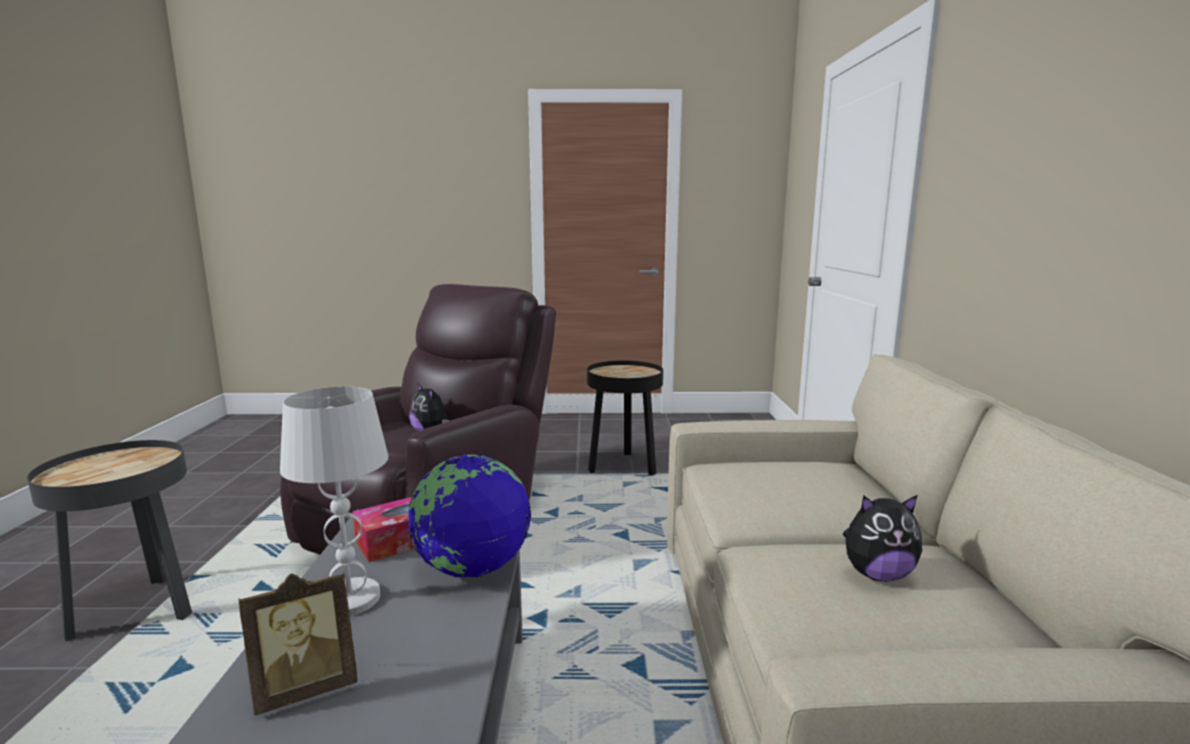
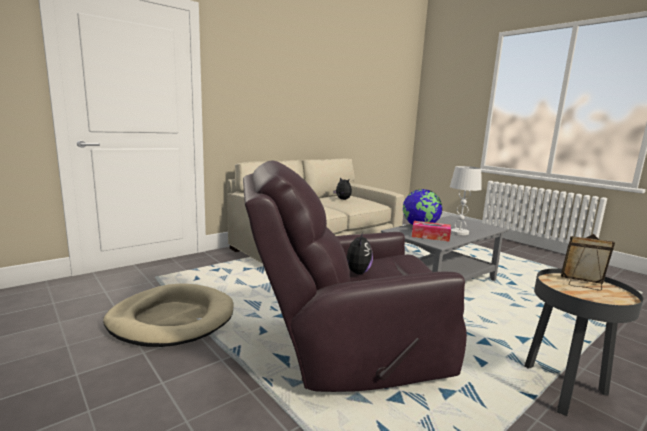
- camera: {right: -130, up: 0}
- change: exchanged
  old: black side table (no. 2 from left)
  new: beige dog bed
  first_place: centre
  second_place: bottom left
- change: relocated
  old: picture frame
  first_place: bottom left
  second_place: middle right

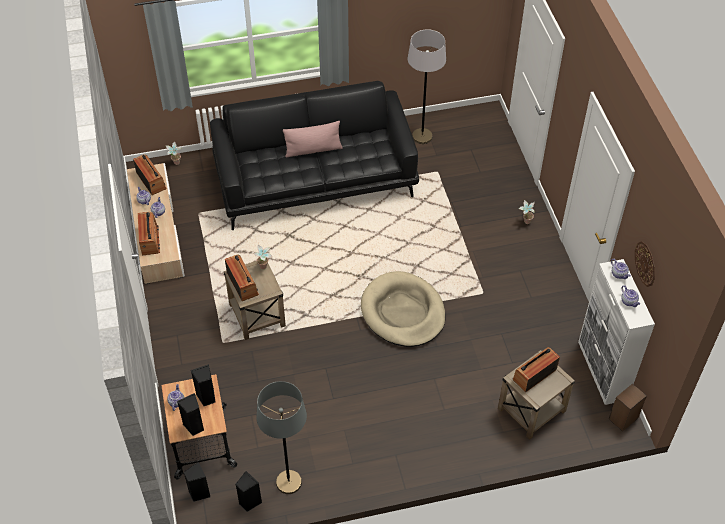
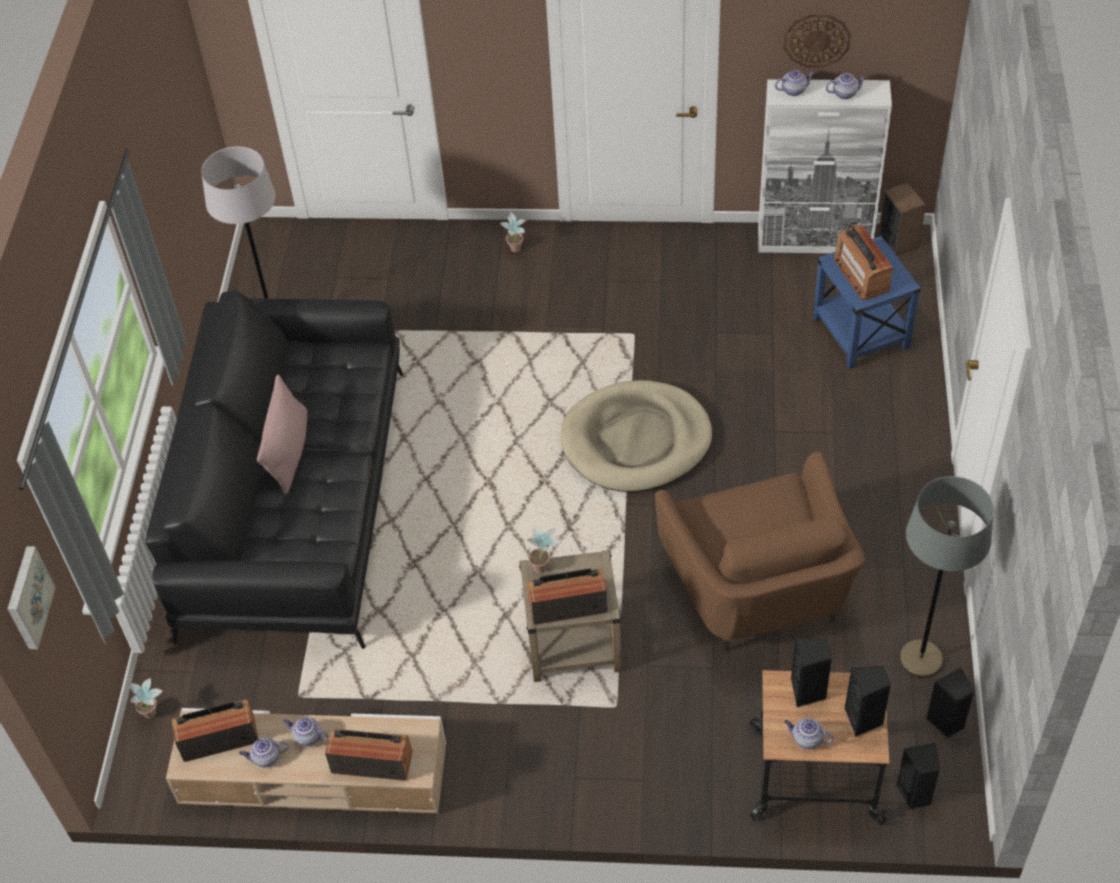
- camera: {right: -70, up: 0}
- change: colour
  old: beige side table (no. 2 from left)
  new: blue side table
  first_place: bottom right
  second_place: middle right
- change: appeared
  new: brown armchair
  second_place: middle right
- change: appeared
  new: picture
  second_place: bottom left

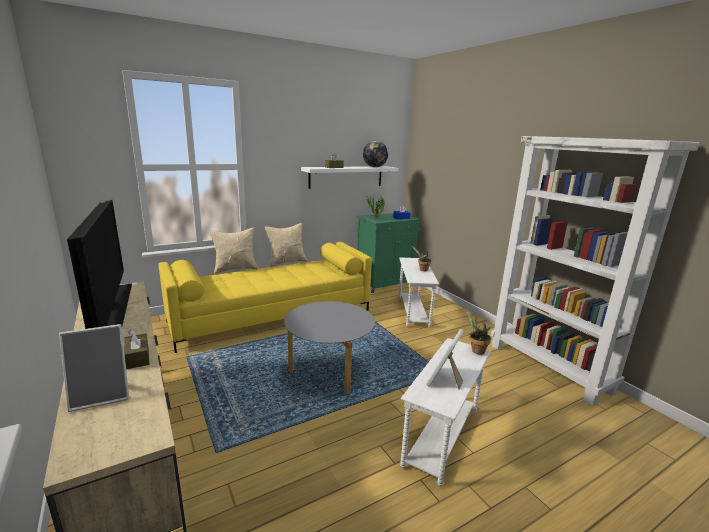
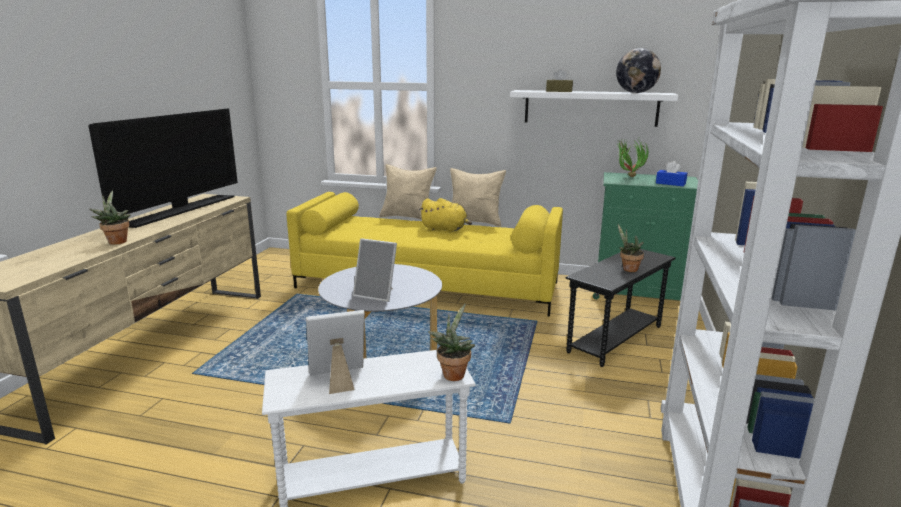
- camera: {right: 45, up: 0}
- change: colour
  old: white side table (no. 1 from left)
  new: black side table
  first_place: centre
  second_place: middle right
- change: relocated
  old: picture frame (no. 1 from left in the first image)
  new: picture frame (no. 2 from left)
  first_place: bottom left
  second_place: centre
- change: exchanged
  old: brown tissue box (no. 1 from left)
  new: potted plant (no. 1 from left)
  first_place: middle left
  second_place: middle left
- change: appeared
  new: yellow plush toy
  second_place: centre

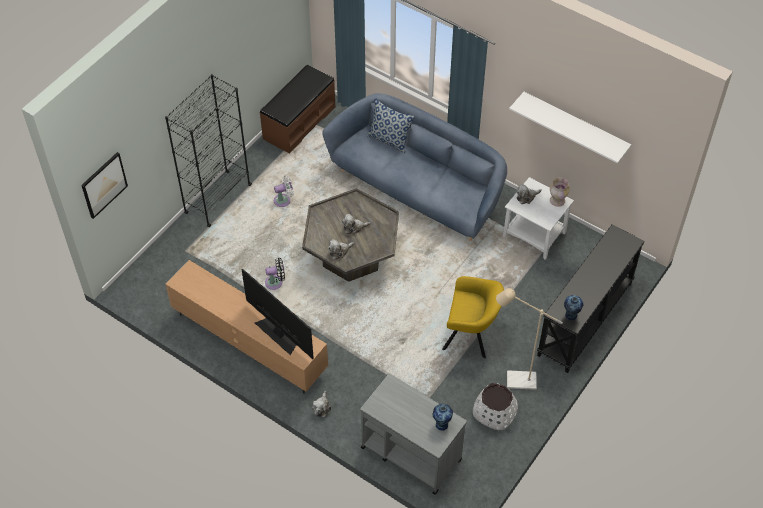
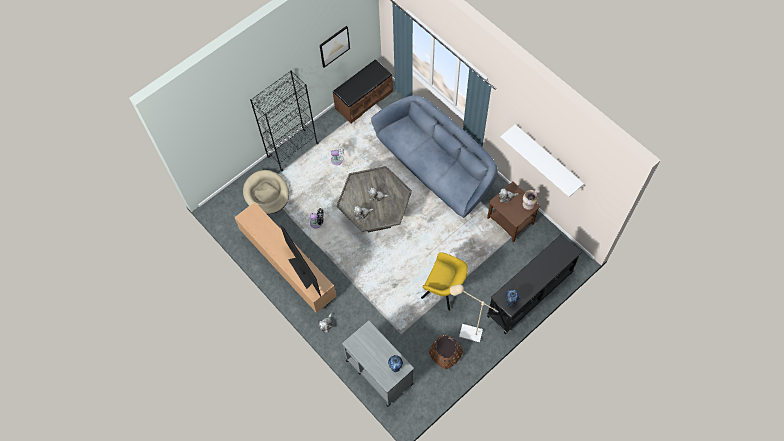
- camera: {right: 15, up: 10}
- change: missing
  old: pillow
  first_place: top centre
- change: relocated
  old: picture
  first_place: middle left
  second_place: top centre
- change: colour
  old: white side table
  new: brown side table
  first_place: middle right
  second_place: centre
- change: colour
  old: white planter
  new: brown planter
  first_place: bottom centre
  second_place: bottom centre
- change: appeared
  new: beige dog bed
  second_place: centre

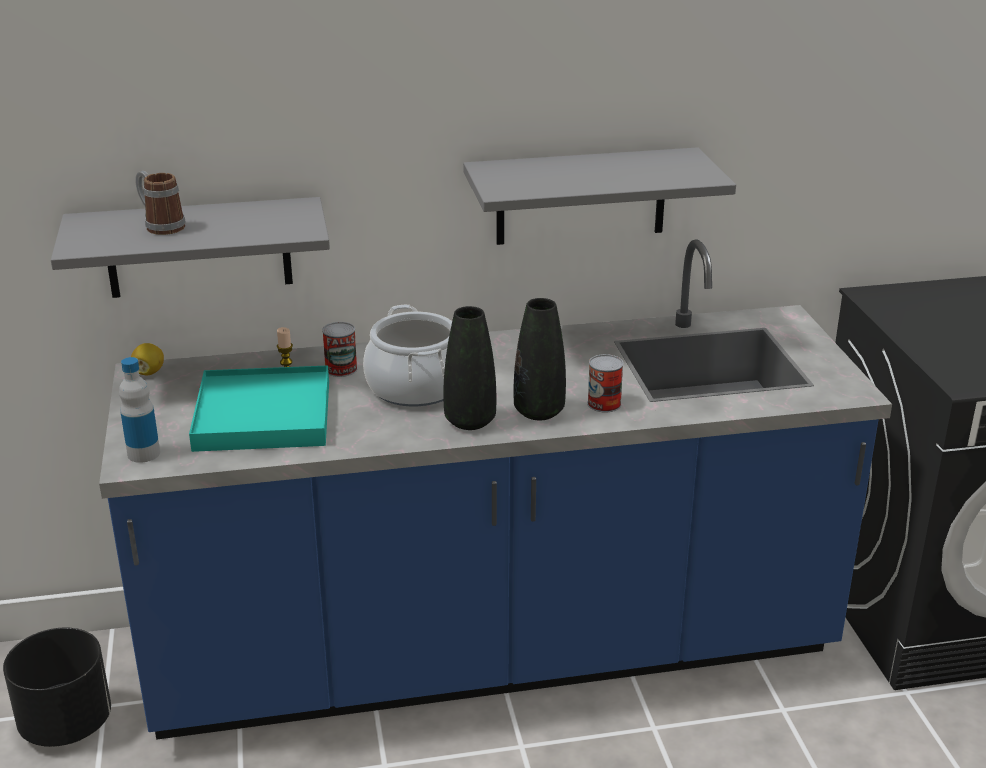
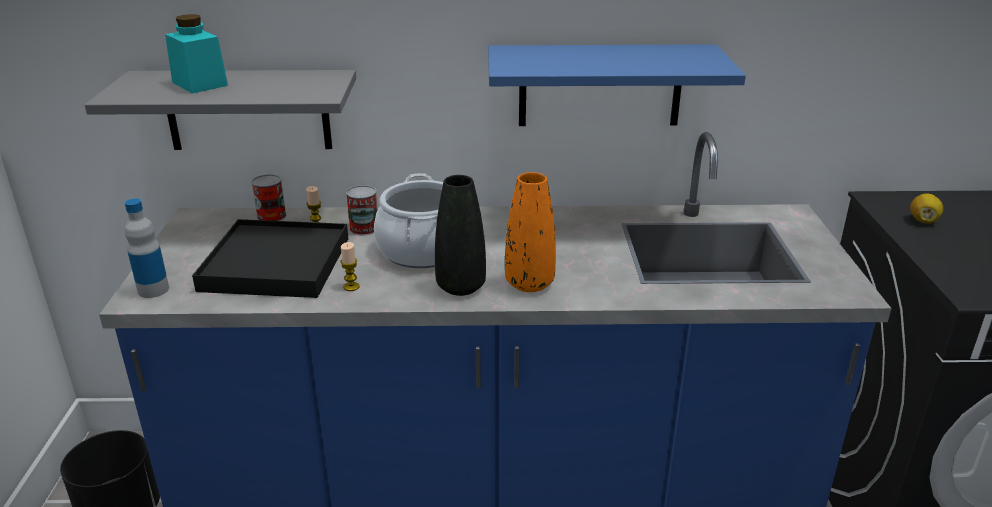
- camera: {right: 10, up: 0}
- change: colour
  old: grey shelf (no. 2 from left)
  new: blue shelf
  first_place: top centre
  second_place: top centre
- change: exchanged
  old: mug
  new: turquoise jar
  first_place: top left
  second_place: top left
- change: colour
  old: black vase (no. 2 from left)
  new: orange vase
  first_place: centre
  second_place: centre
- change: relocated
  old: lemon
  first_place: middle left
  second_place: middle right
- change: relocated
  old: can (no. 2 from left in the first image)
  new: can (no. 1 from left)
  first_place: centre
  second_place: middle left
- change: colour
  old: turquoise tray
  new: black tray
  first_place: middle left
  second_place: middle left
- change: appeared
  new: candle (no. 2 from left)
  second_place: centre

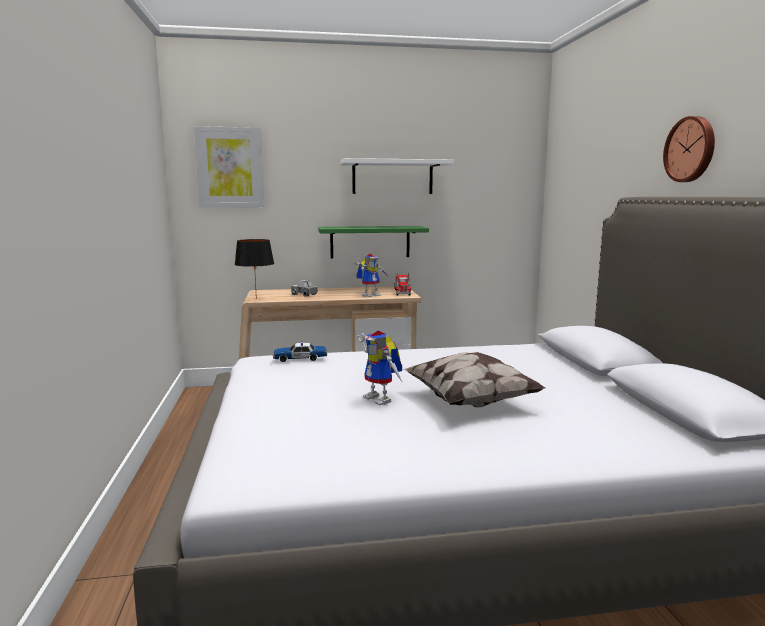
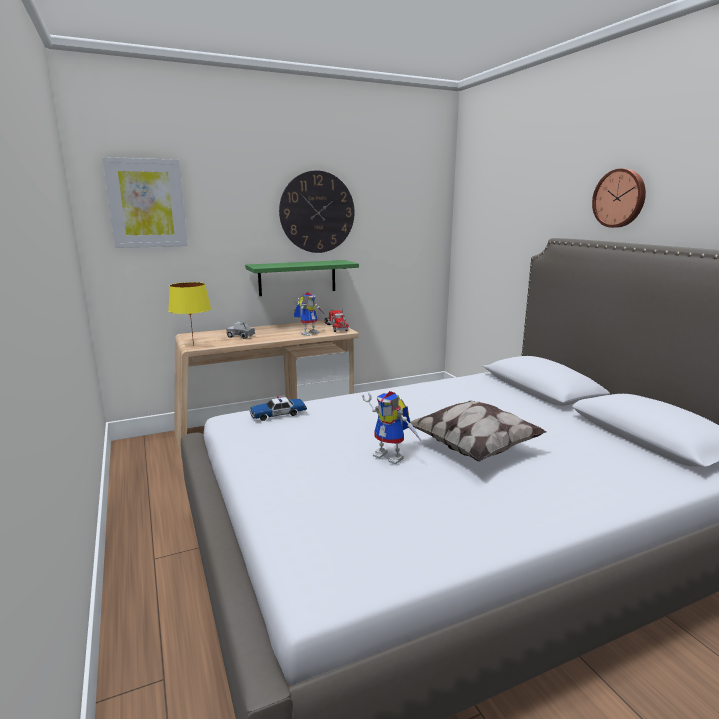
- camera: {right: -15, up: 5}
- change: exchanged
  old: white shelf
  new: wall clock (no. 1 from left)
  first_place: top centre
  second_place: top centre
- change: colour
  old: black table lamp
  new: yellow table lamp
  first_place: middle left
  second_place: middle left

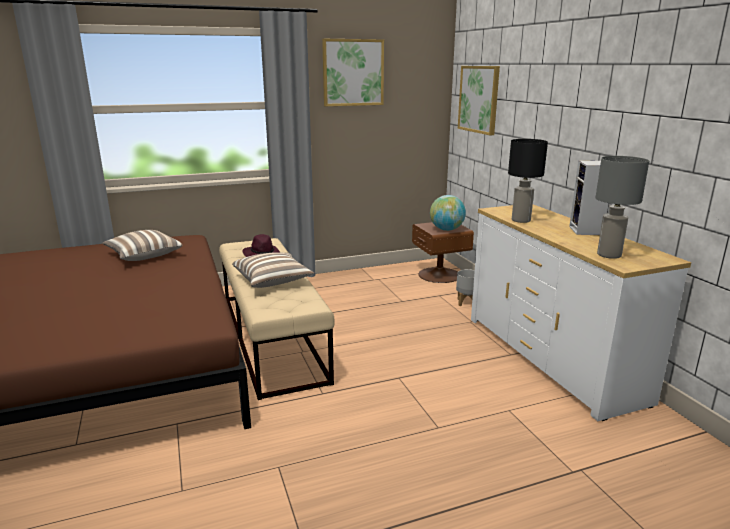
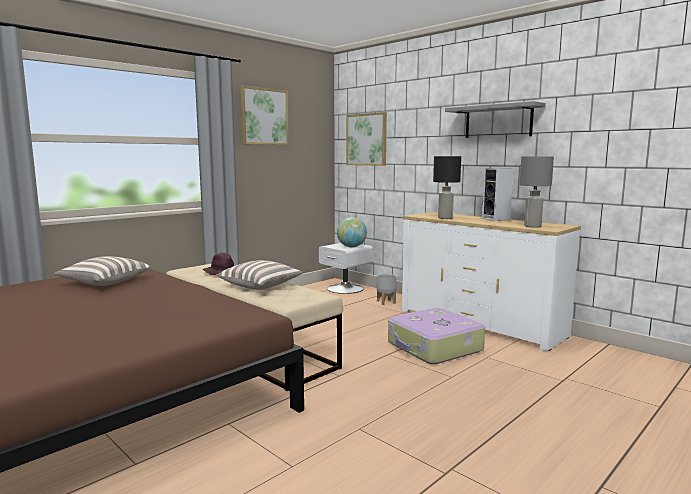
- camera: {right: -25, up: -10}
- change: colour
  old: brown nightstand
  new: white nightstand
  first_place: centre
  second_place: centre
- change: appeared
  new: grey shelf
  second_place: top right
- change: appeared
  new: suitcase
  second_place: bottom centre

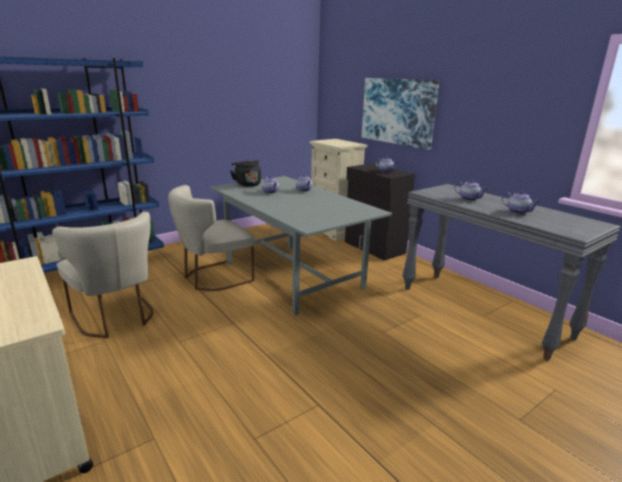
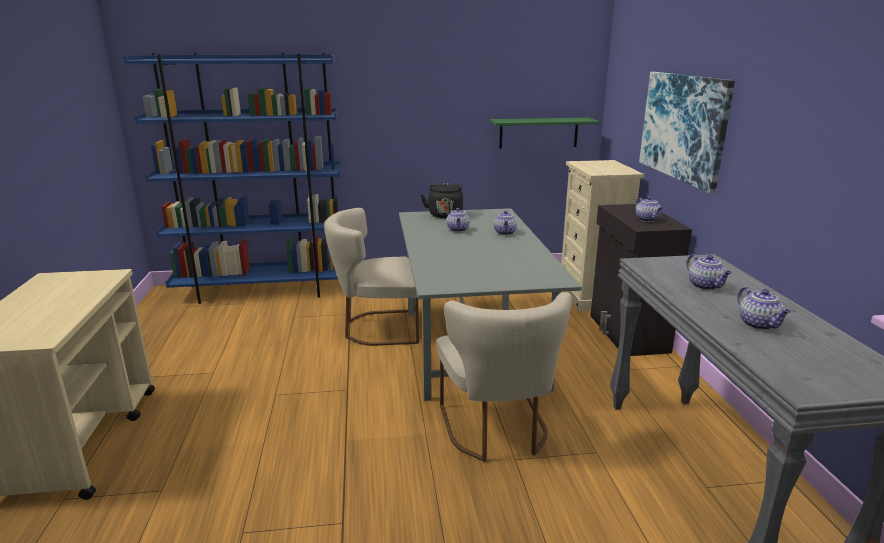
- camera: {right: 30, up: 0}
- change: relocated
  old: beige chair (no. 1 from left in the first image)
  new: beige chair (no. 2 from left)
  first_place: middle left
  second_place: bottom centre
- change: appeared
  new: green shelf
  second_place: top centre

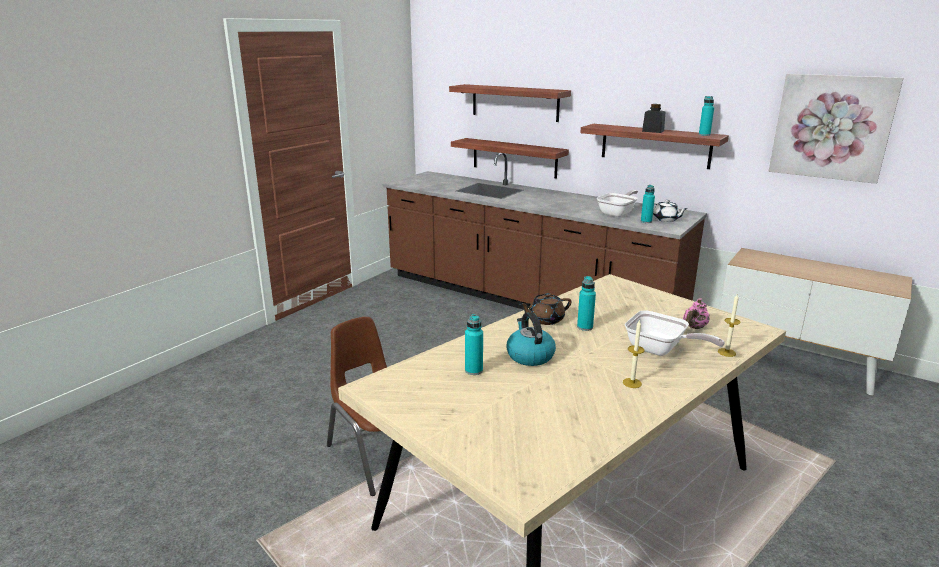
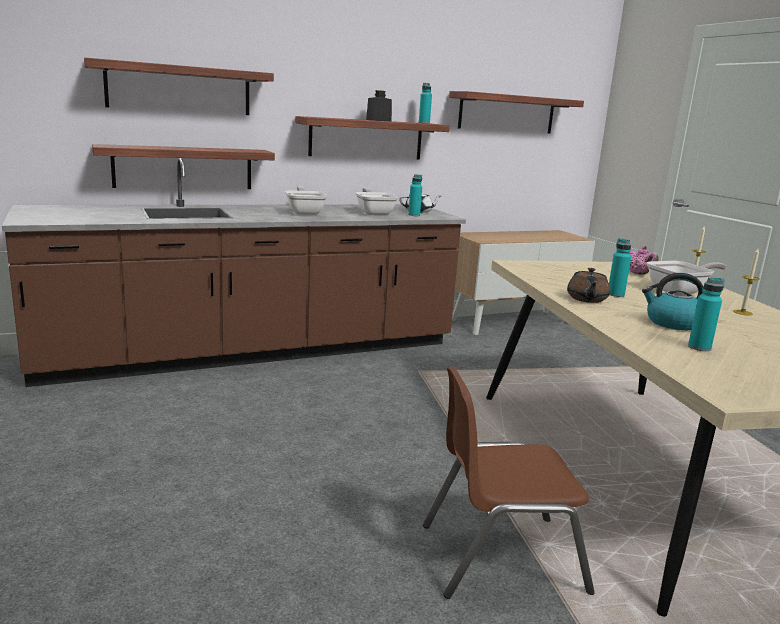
- camera: {right: -60, up: -5}
- change: exchanged
  old: picture
  new: shelf (no. 4 from left)
  first_place: top right
  second_place: top centre
- change: appeared
  new: frying pan (no. 1 from left)
  second_place: top centre

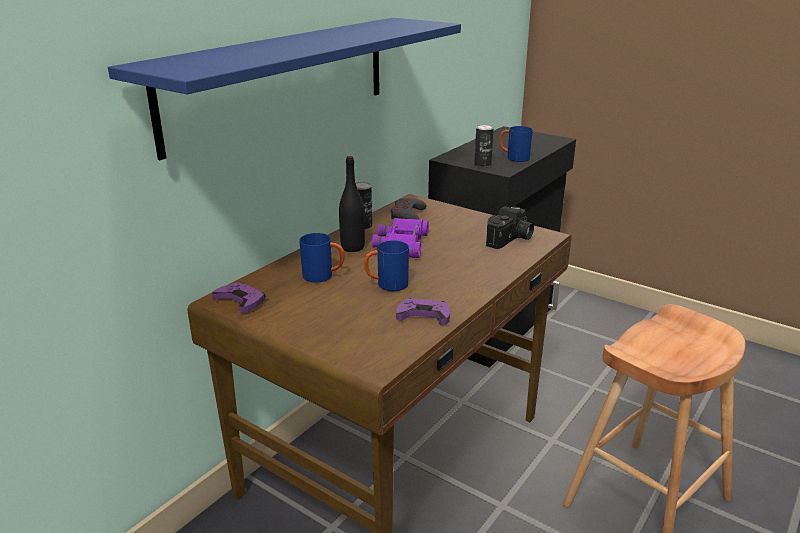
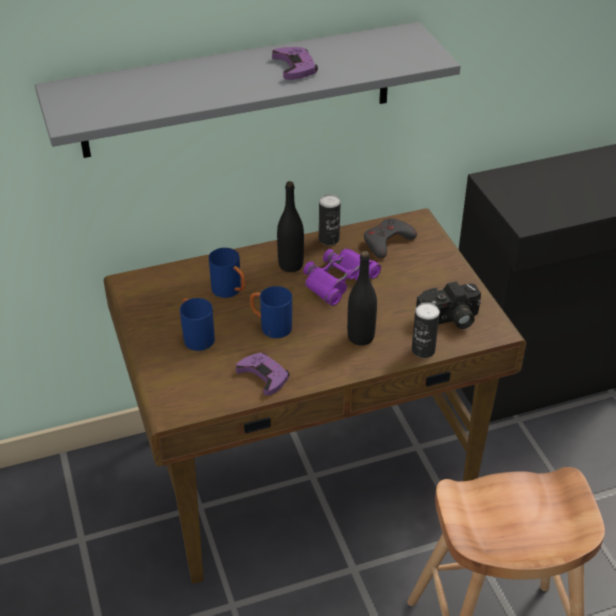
- camera: {right: 35, up: 15}
- change: colour
  old: blue shelf
  new: grey shelf
  first_place: top centre
  second_place: top centre
- change: relocated
  old: can (no. 2 from left)
  first_place: top centre
  second_place: middle right
- change: relocated
  old: blue mug (no. 3 from left in the first image)
  new: blue mug (no. 1 from left)
  first_place: top centre
  second_place: middle left
- change: relocated
  old: purple game controller (no. 1 from left in the first image)
  new: purple game controller (no. 2 from left)
  first_place: middle left
  second_place: top centre
- change: appeared
  new: black bottle (no. 2 from left)
  second_place: centre

